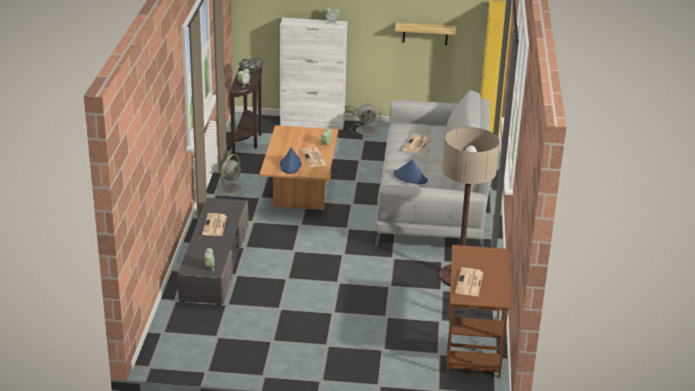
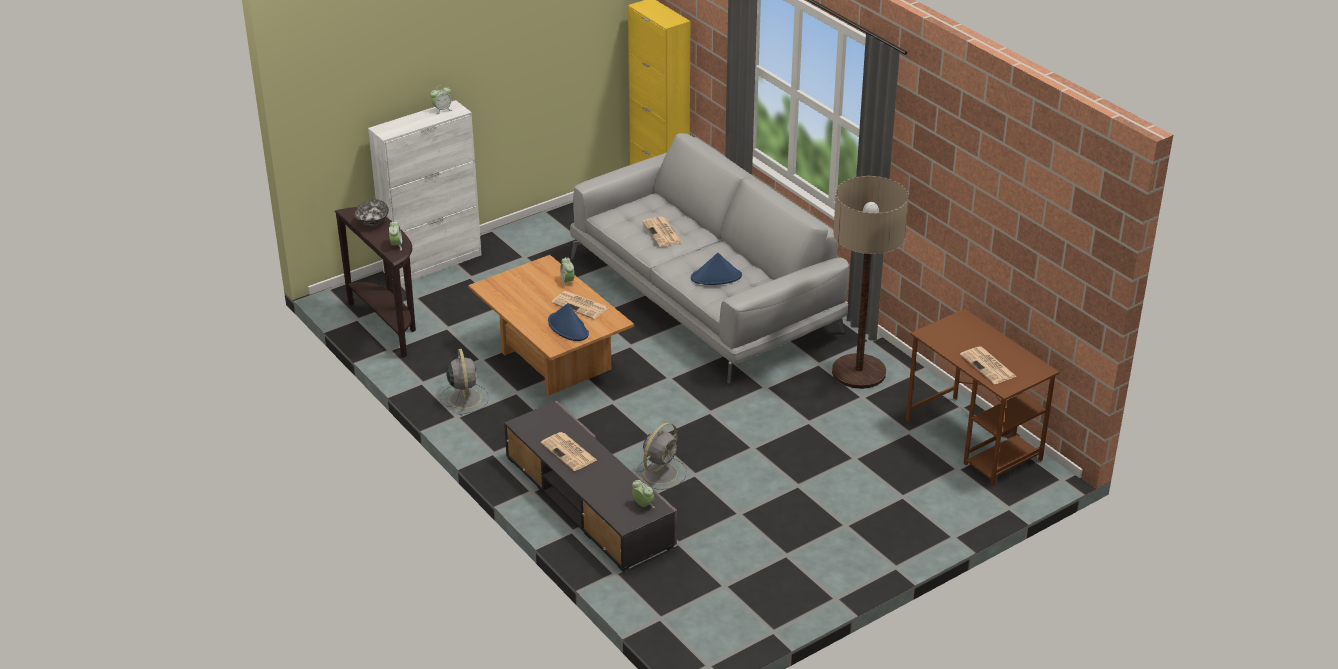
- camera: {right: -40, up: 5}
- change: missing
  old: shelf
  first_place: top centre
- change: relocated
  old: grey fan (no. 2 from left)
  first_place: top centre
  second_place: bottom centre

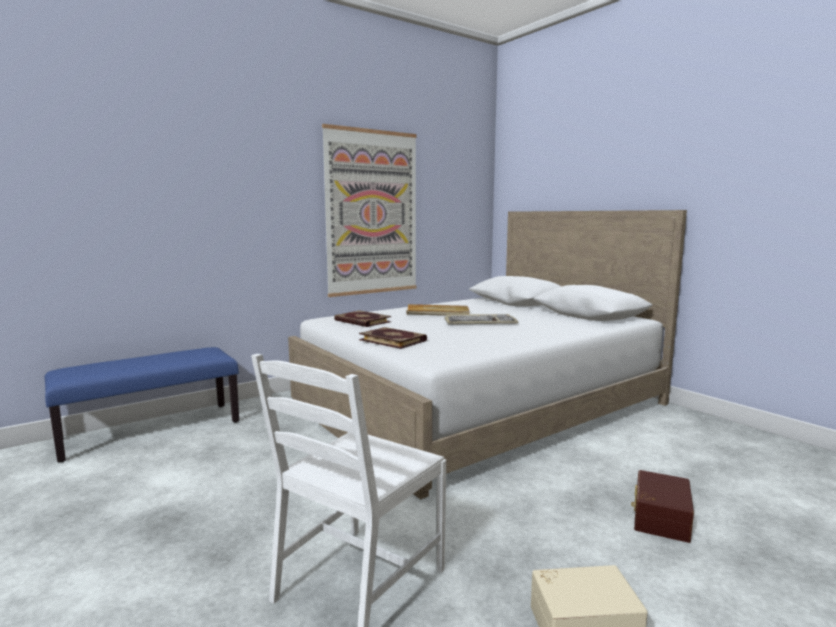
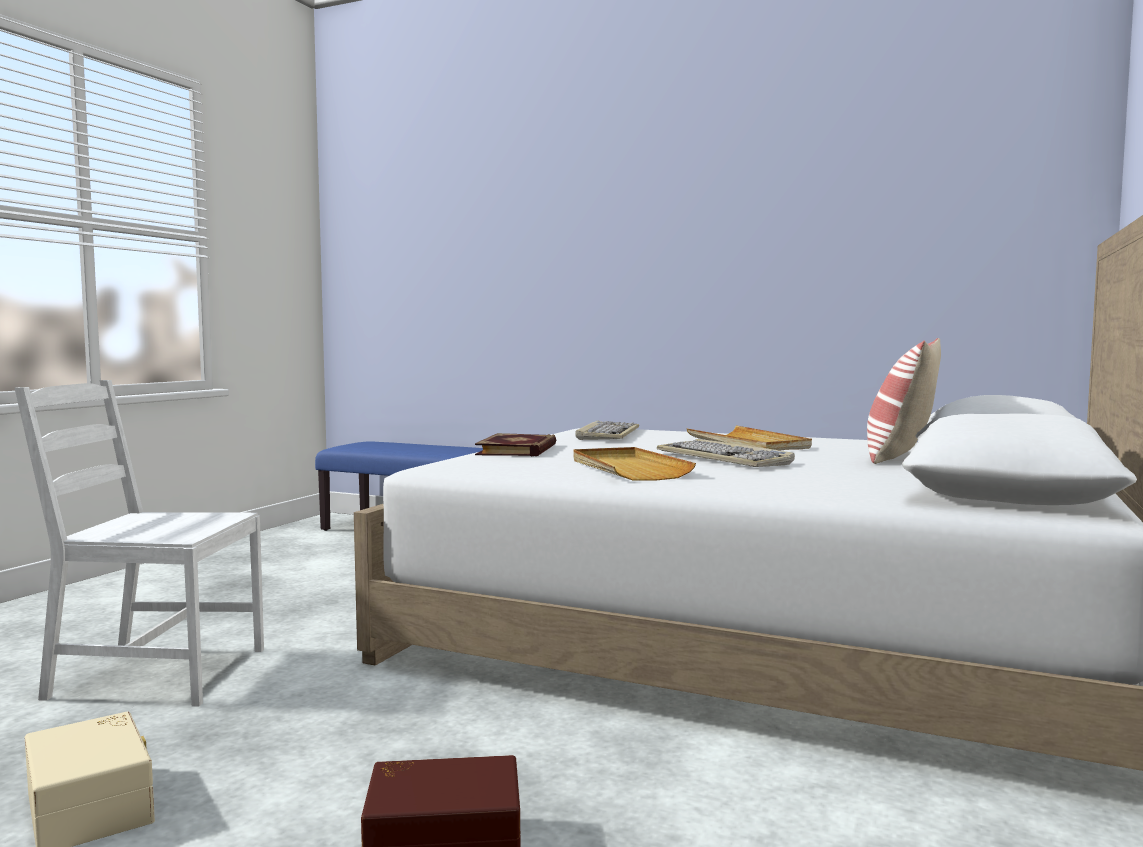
- camera: {right: 60, up: -5}
- change: missing
  old: picture
  first_place: centre
- change: exchanged
  old: book (no. 1 from left)
  new: keyboard (no. 1 from left)
  first_place: centre
  second_place: centre
- change: appeared
  new: pillow
  second_place: middle right
- change: appeared
  new: beige tray (no. 1 from left)
  second_place: centre

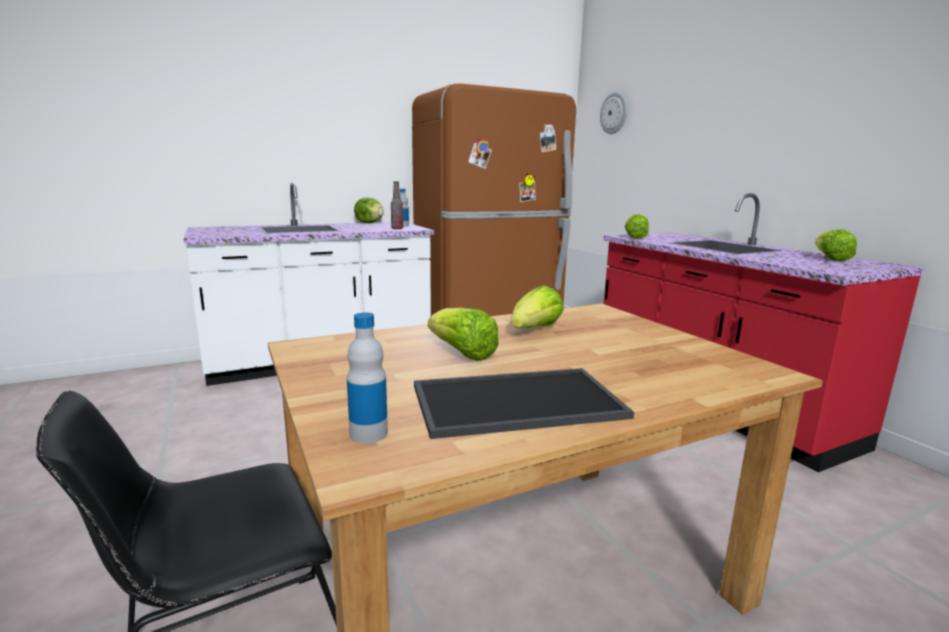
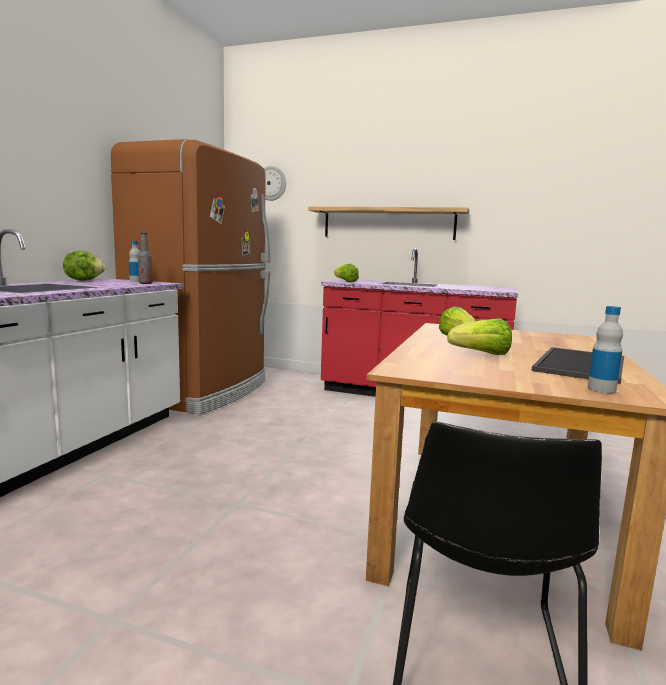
- camera: {right: -45, up: -5}
- change: missing
  old: lettuce (no. 5 from left)
  first_place: middle right
- change: appeared
  new: shelf
  second_place: top centre

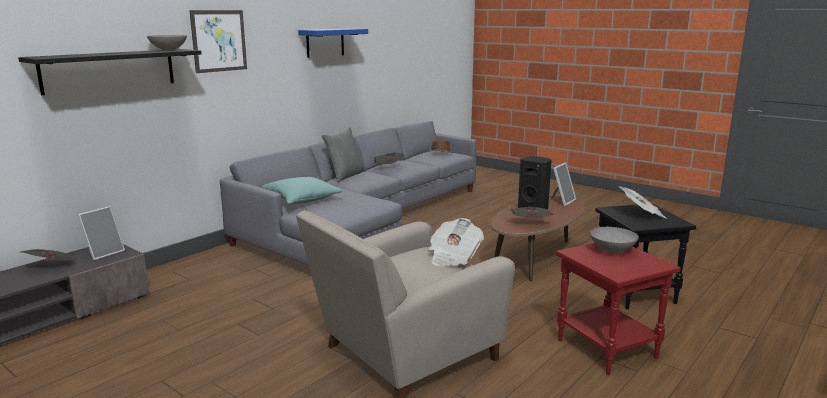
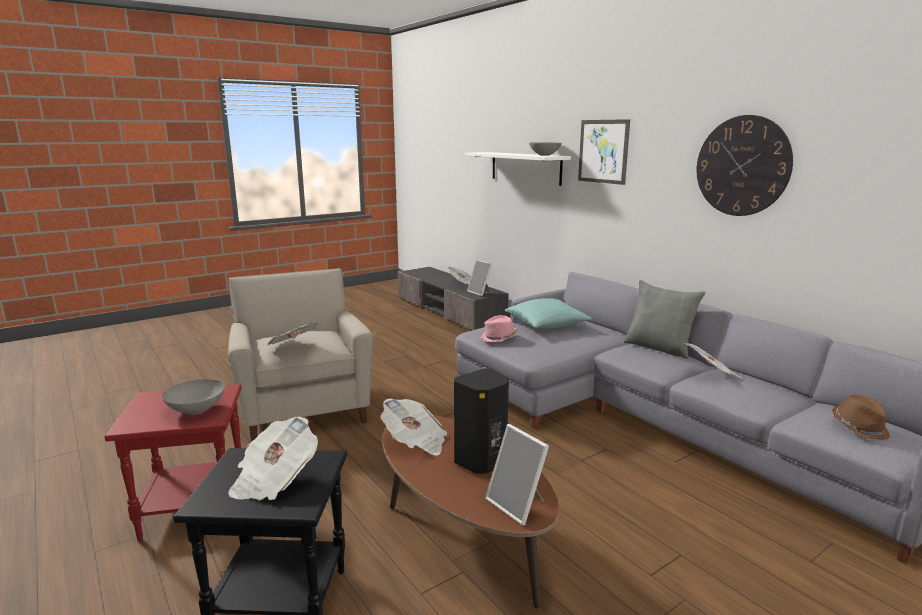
- camera: {right: 105, up: 0}
- change: exchanged
  old: blue shelf
  new: wall clock
  first_place: top centre
  second_place: top right
- change: colour
  old: black shelf
  new: white shelf
  first_place: top left
  second_place: top centre
- change: appeared
  new: pink hat
  second_place: centre

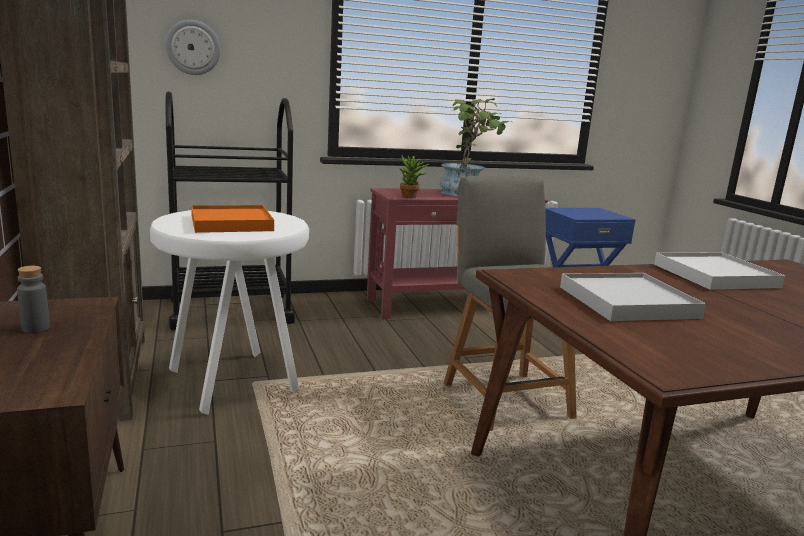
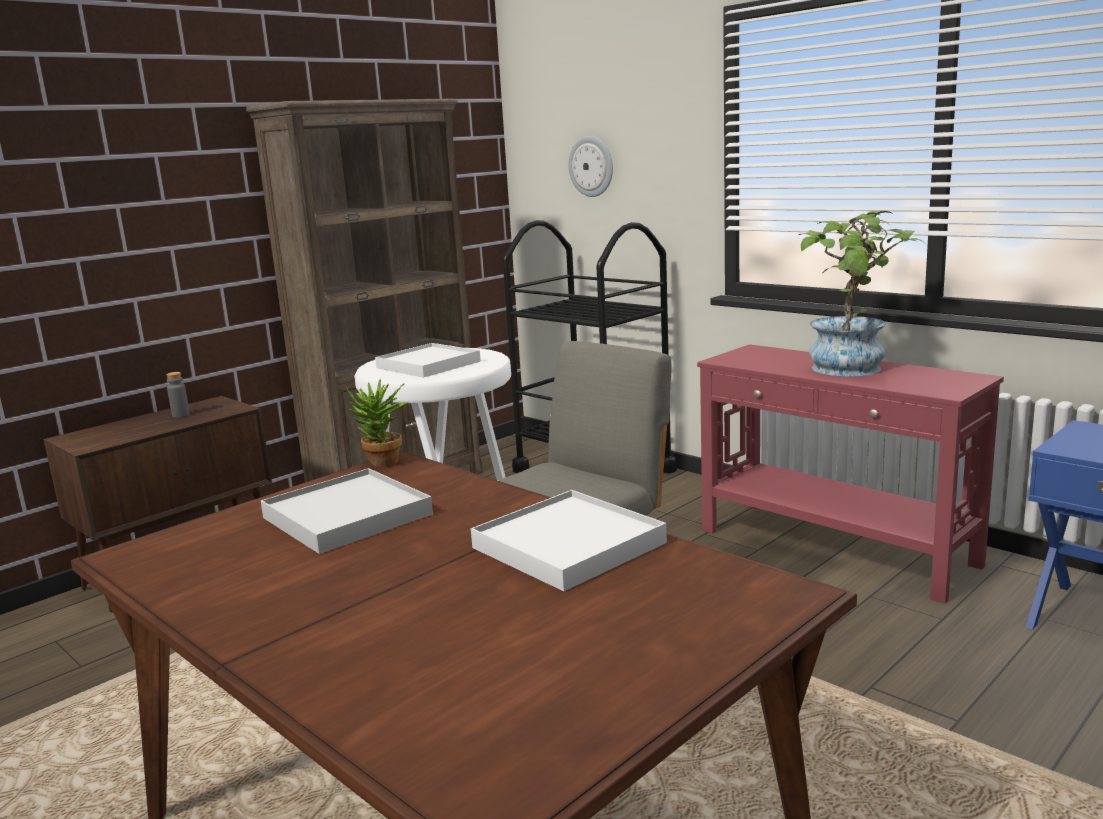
- camera: {right: 65, up: 0}
- change: relocated
  old: potted plant (no. 1 from left)
  first_place: top centre
  second_place: centre
- change: colour
  old: orange tray
  new: white tray (no. 2 from left)
  first_place: middle left
  second_place: centre

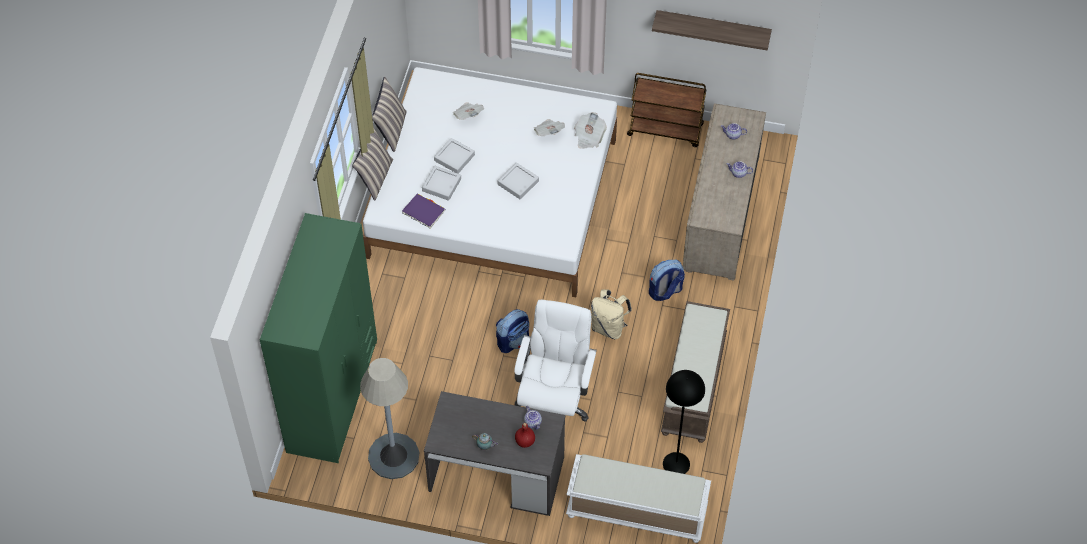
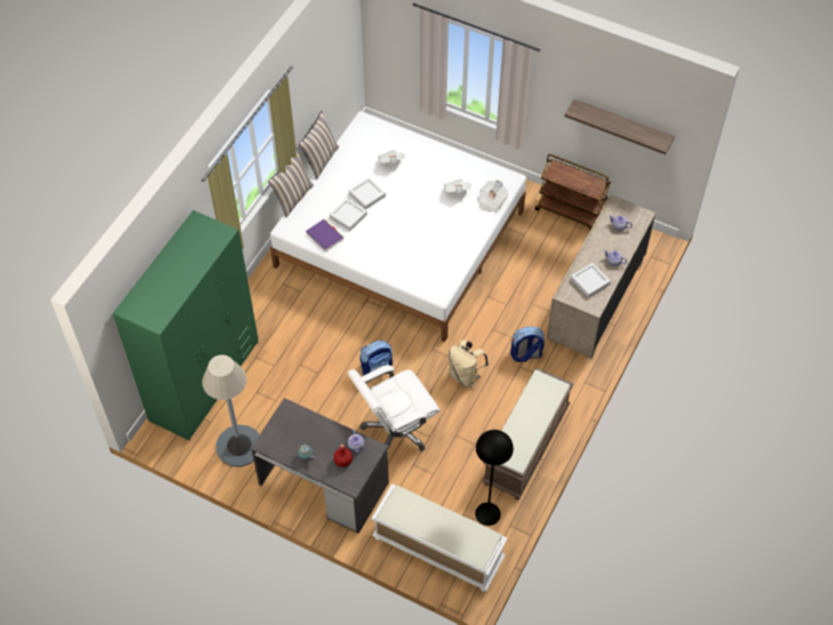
- camera: {right: 15, up: 0}
- change: relocated
  old: grey tray (no. 3 from left)
  first_place: top centre
  second_place: middle right
- change: spun
  old: white office chair
  first_place: centre
  second_place: centre
  degrees: -150

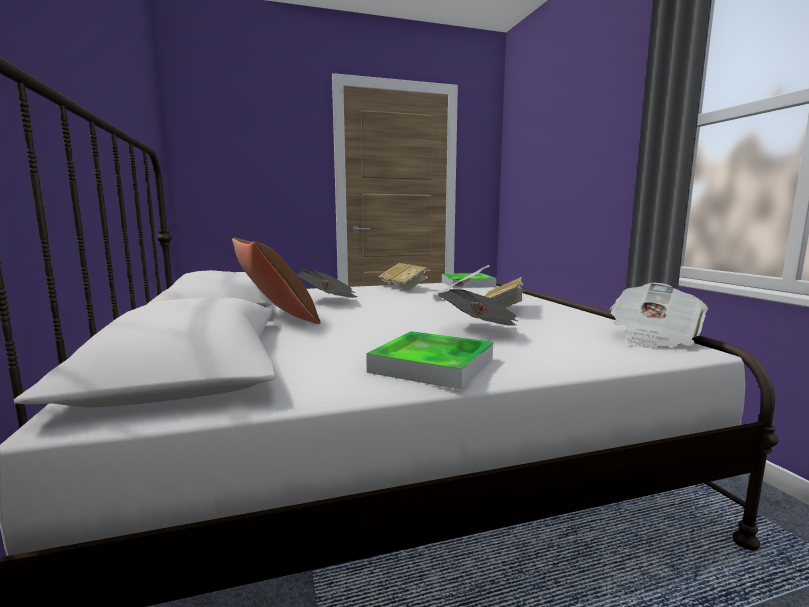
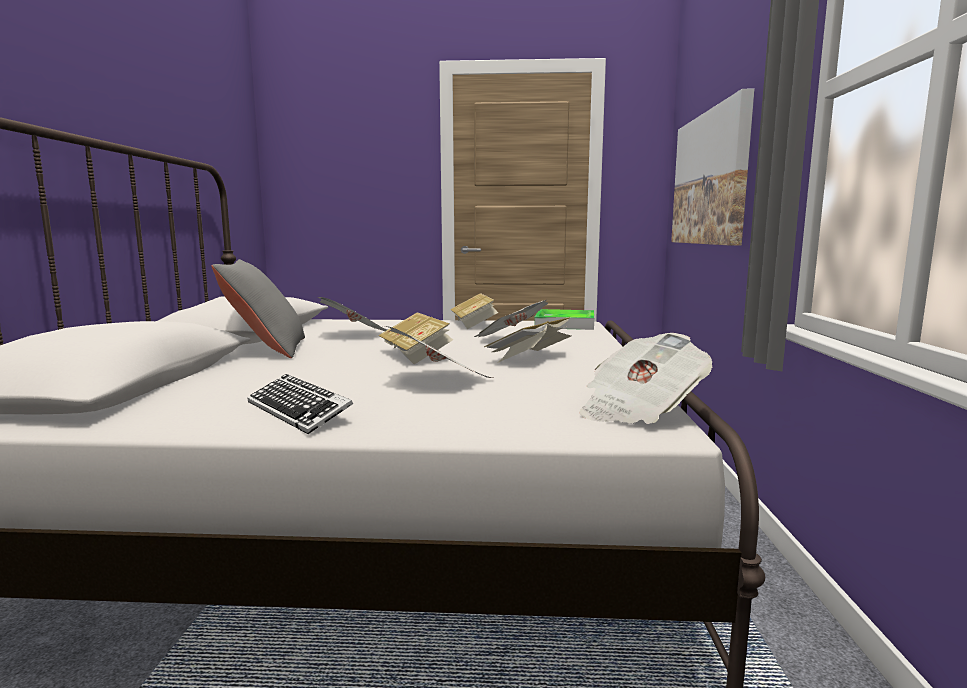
- camera: {right: 20, up: 0}
- change: colour
  old: brown pillow
  new: grey pillow
  first_place: centre
  second_place: middle left
- change: exchanged
  old: tray (no. 1 from left)
  new: keyboard
  first_place: centre
  second_place: middle left
- change: appeared
  new: picture
  second_place: top right
- change: appeared
  new: book (no. 1 from left)
  second_place: centre

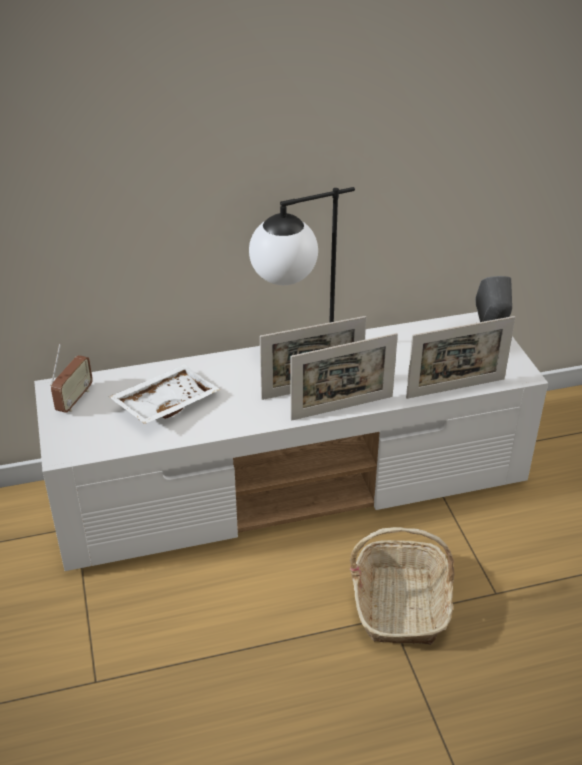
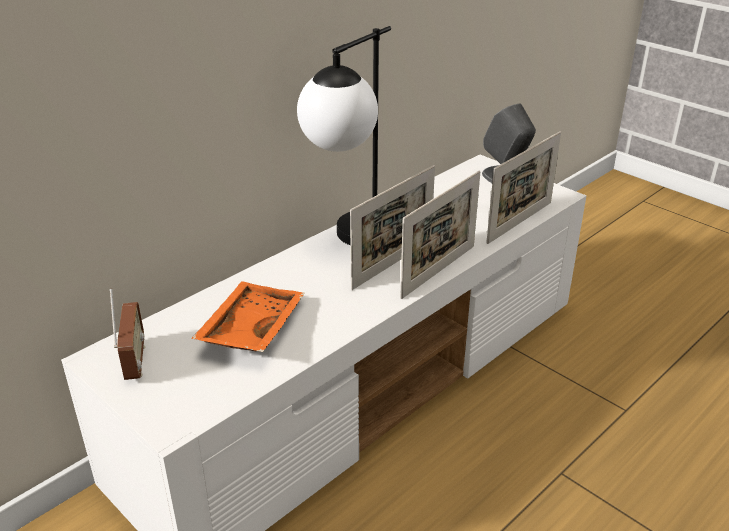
- camera: {right: -30, up: -5}
- change: colour
  old: white tray
  new: orange tray
  first_place: middle left
  second_place: centre
- change: missing
  old: basket
  first_place: bottom right

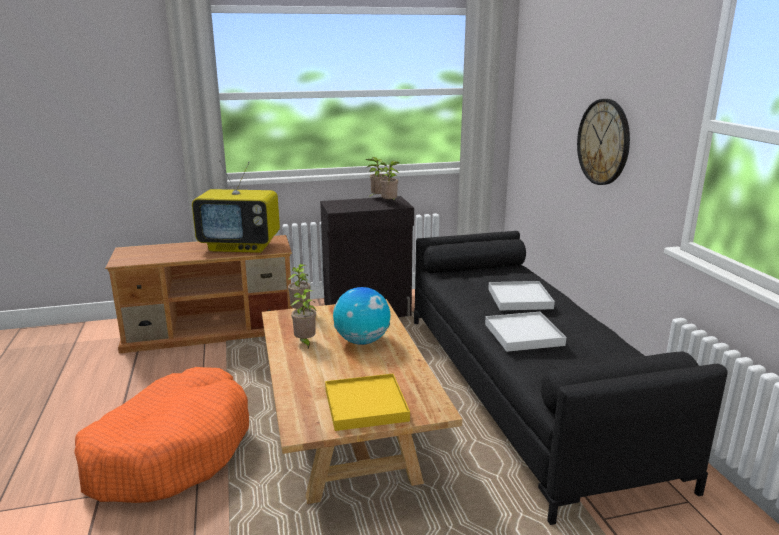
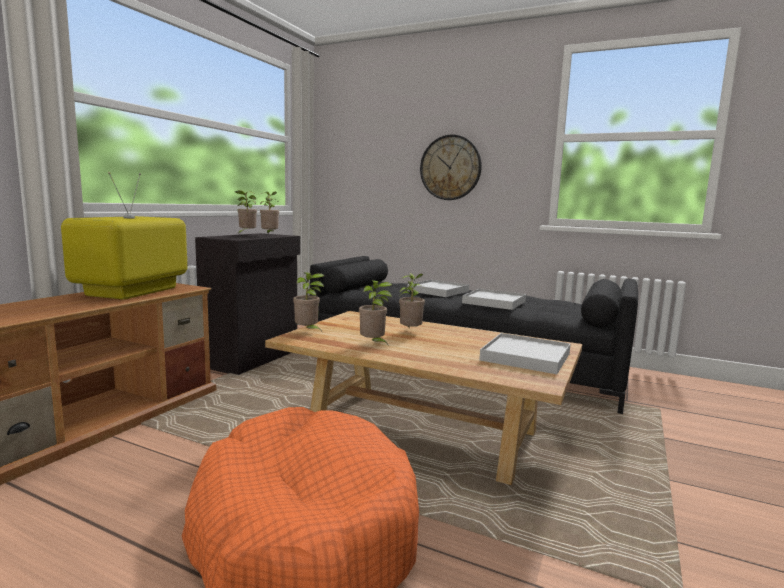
- camera: {right: -50, up: -10}
- change: spun
  old: television
  first_place: middle left
  second_place: middle left
  degrees: 150
- change: exchanged
  old: globe
  new: potted plant (no. 5 from left)
  first_place: centre
  second_place: centre
- change: colour
  old: yellow tray
  new: white tray (no. 3 from left)
  first_place: bottom centre
  second_place: middle right

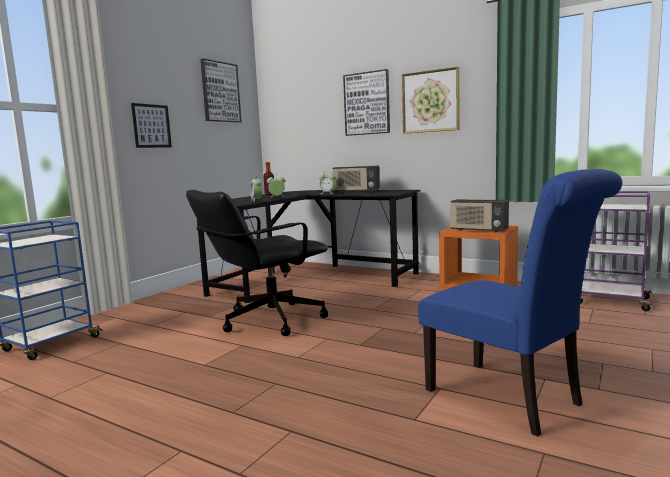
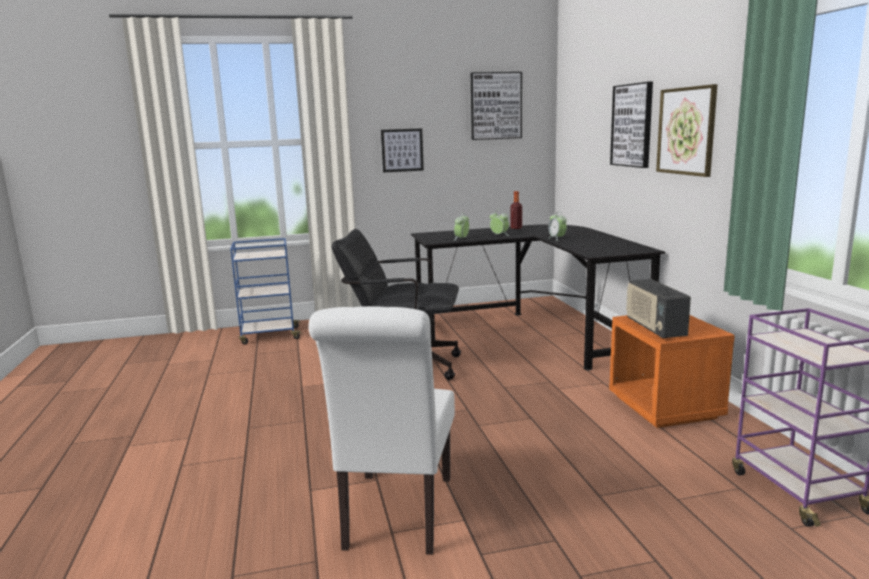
- camera: {right: 45, up: 5}
- change: missing
  old: radio (no. 1 from left)
  first_place: centre
- change: colour
  old: blue chair
  new: white chair
  first_place: middle right
  second_place: bottom centre

